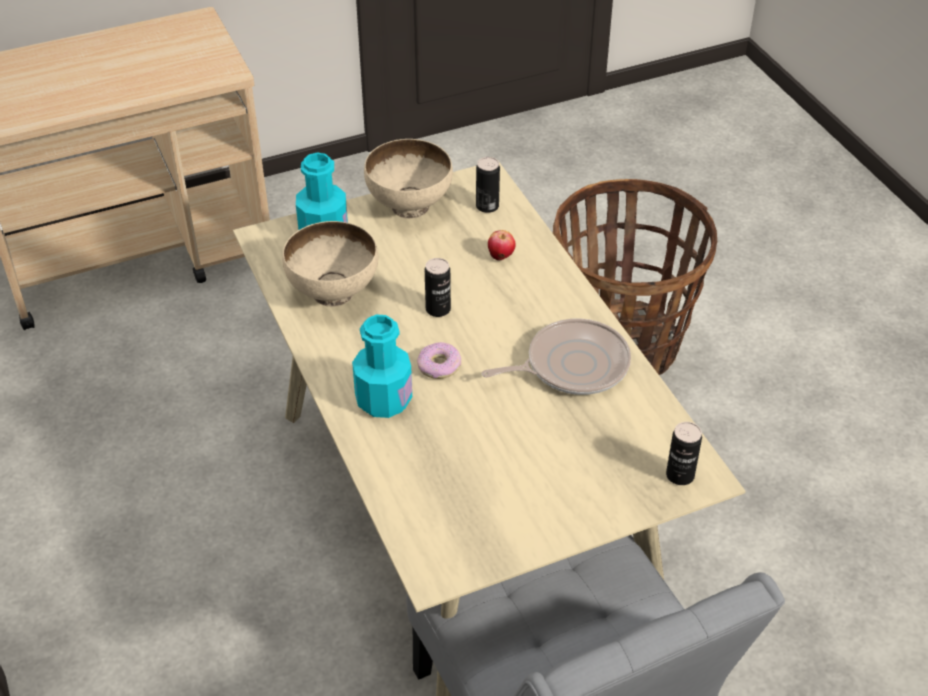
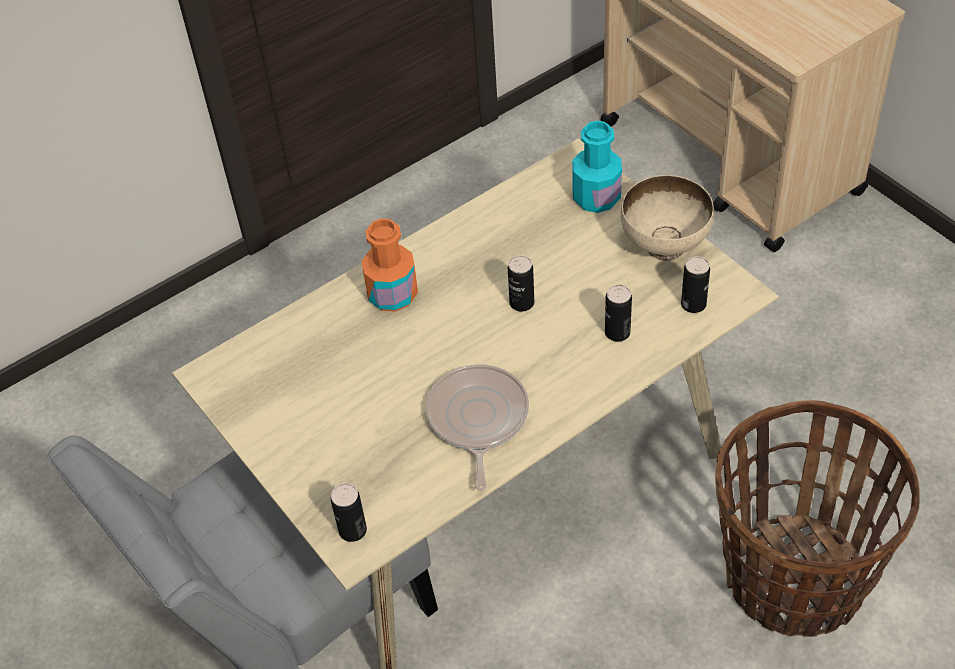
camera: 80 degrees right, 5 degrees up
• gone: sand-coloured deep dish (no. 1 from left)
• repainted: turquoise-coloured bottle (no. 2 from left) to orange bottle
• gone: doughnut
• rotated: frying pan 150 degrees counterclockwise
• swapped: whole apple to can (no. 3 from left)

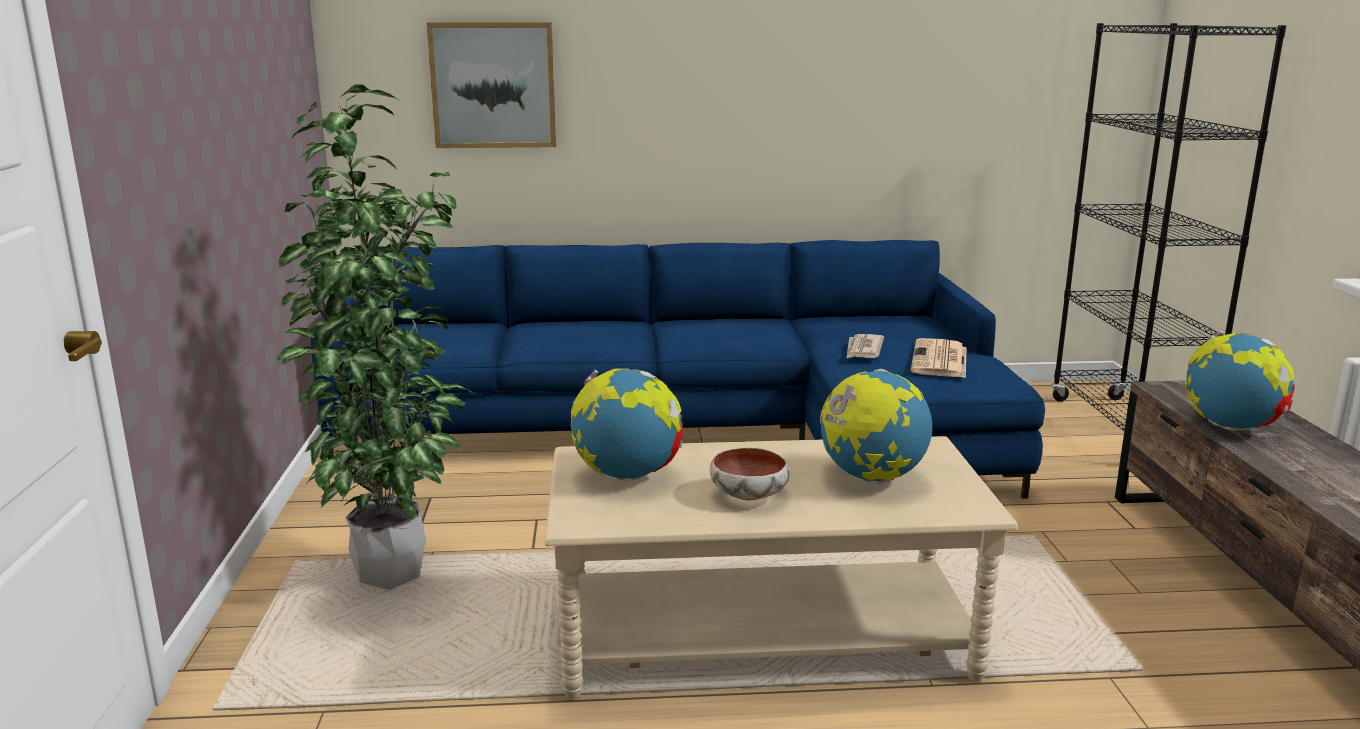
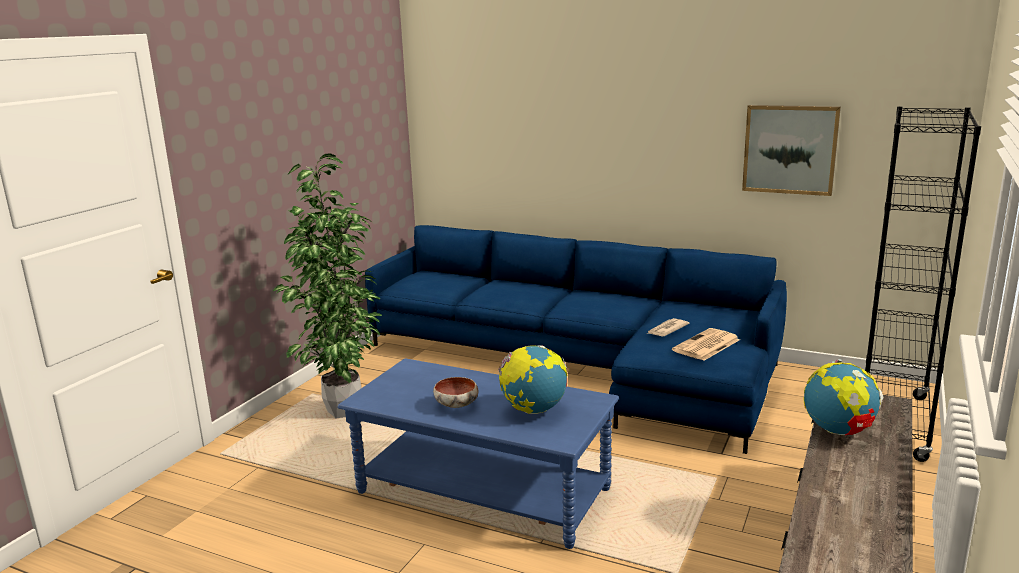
camera: 30 degrees right, 0 degrees up
• shifted: wall picture
• repainted: sand-coloured coffee table to blue-coloured coffee table
• gone: desk globe (no. 1 from left)

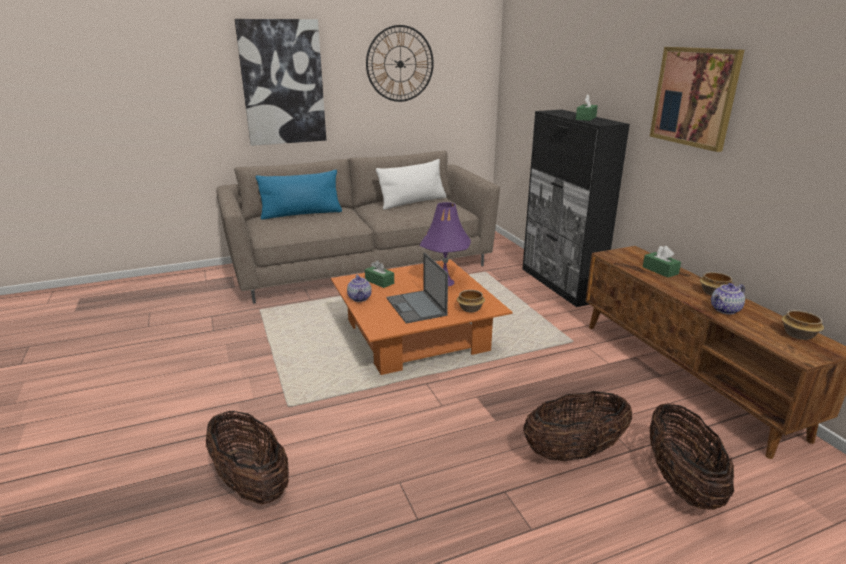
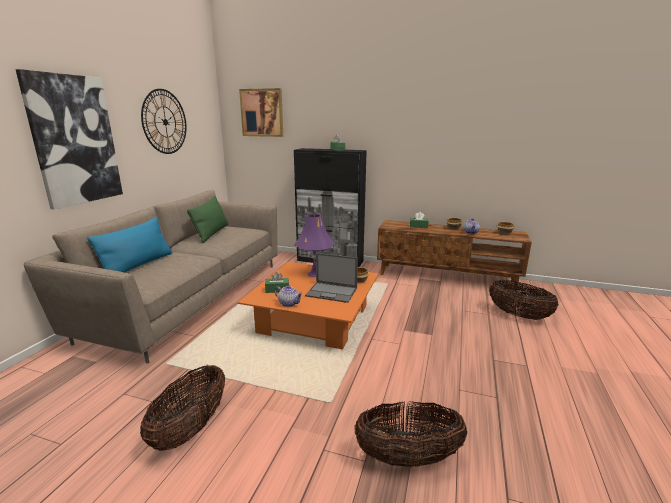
camera: 50 degrees left, 5 degrees down
• repainted: white-coloured pillow to greenish pillow
• shifted: household basket (no. 2 from left in the first image) to household basket (no. 1 from left)
• shifted: wall picture (no. 2 from left)

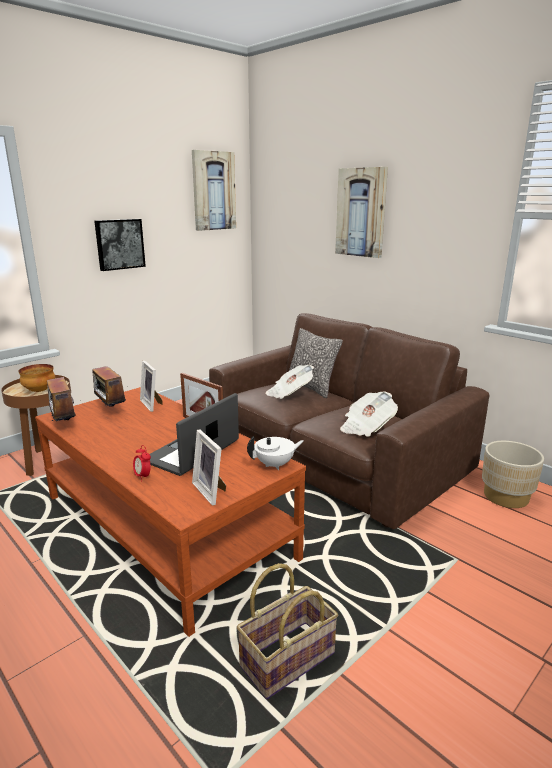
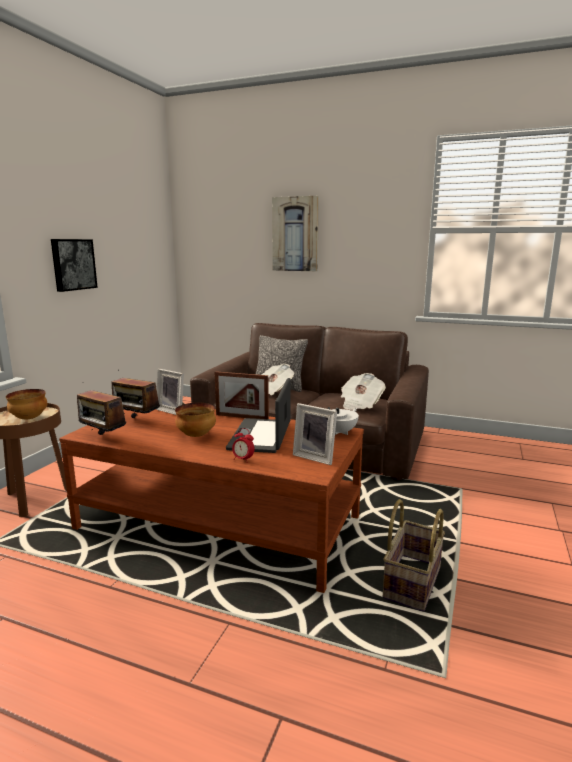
camera: 25 degrees left, 5 degrees down
• gone: wall picture (no. 2 from left)
• gone: sand-coloured flower pot
• new: deep dish (no. 2 from left)

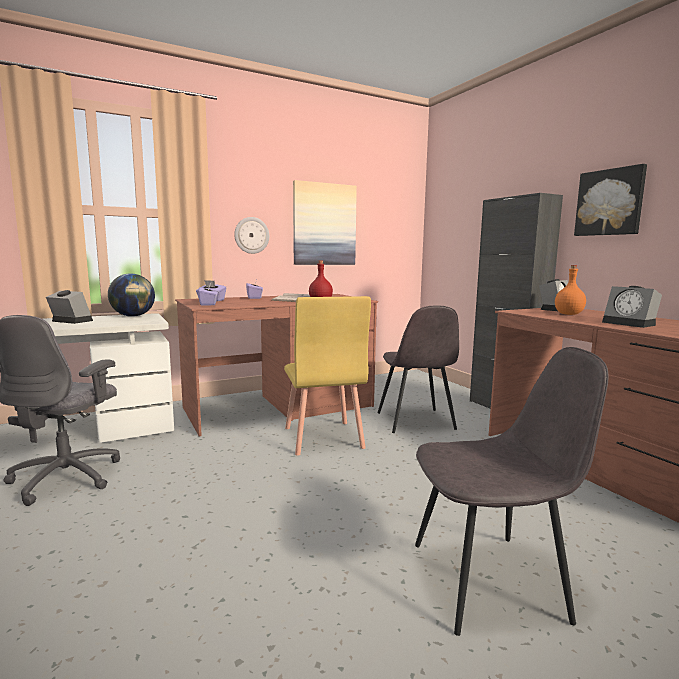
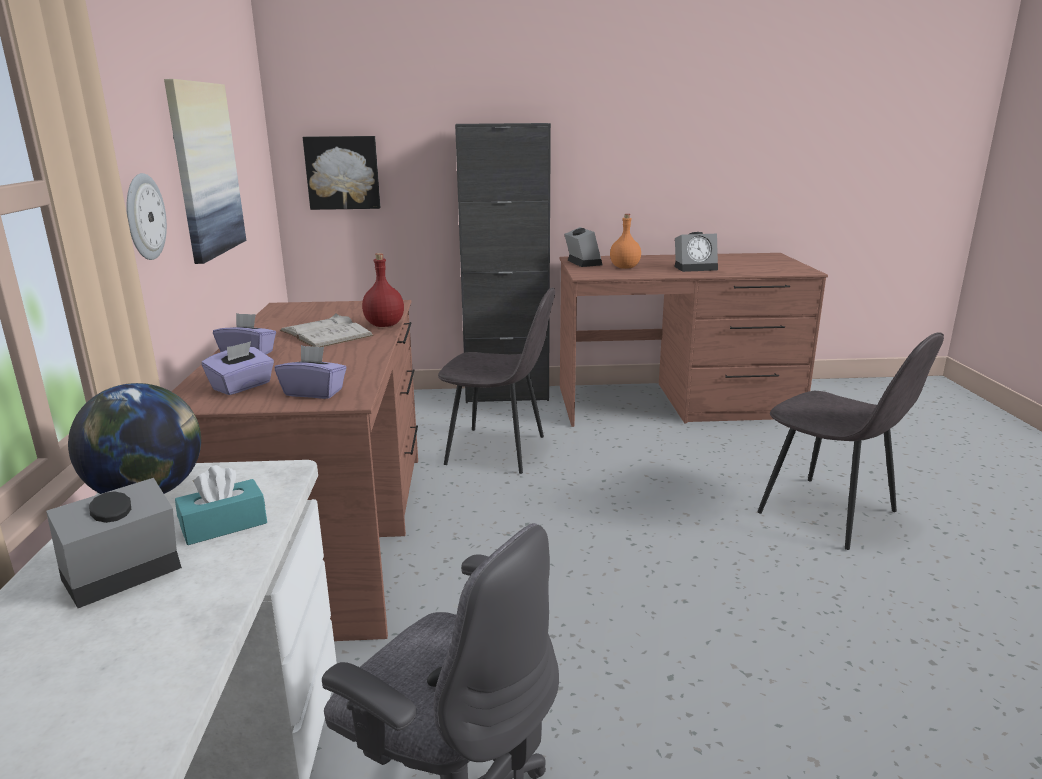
camera: 65 degrees left, 10 degrees up
• gone: yellow chair
• rotated: grey chair (no. 2 from left) 120 degrees clockwise
• shifted: wall picture (no. 2 from left)
• new: turquoise-coloured tissue box

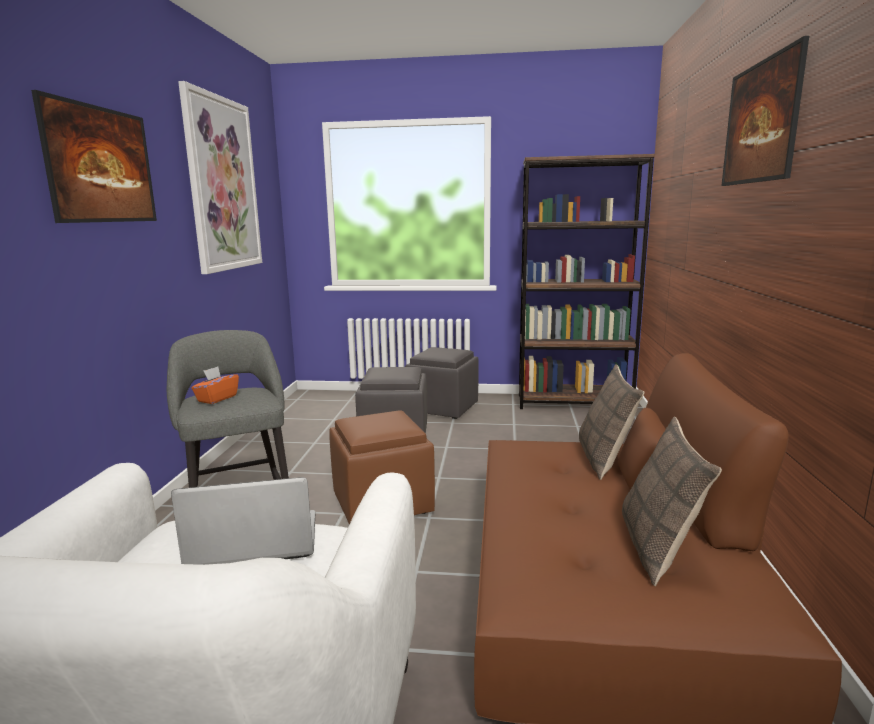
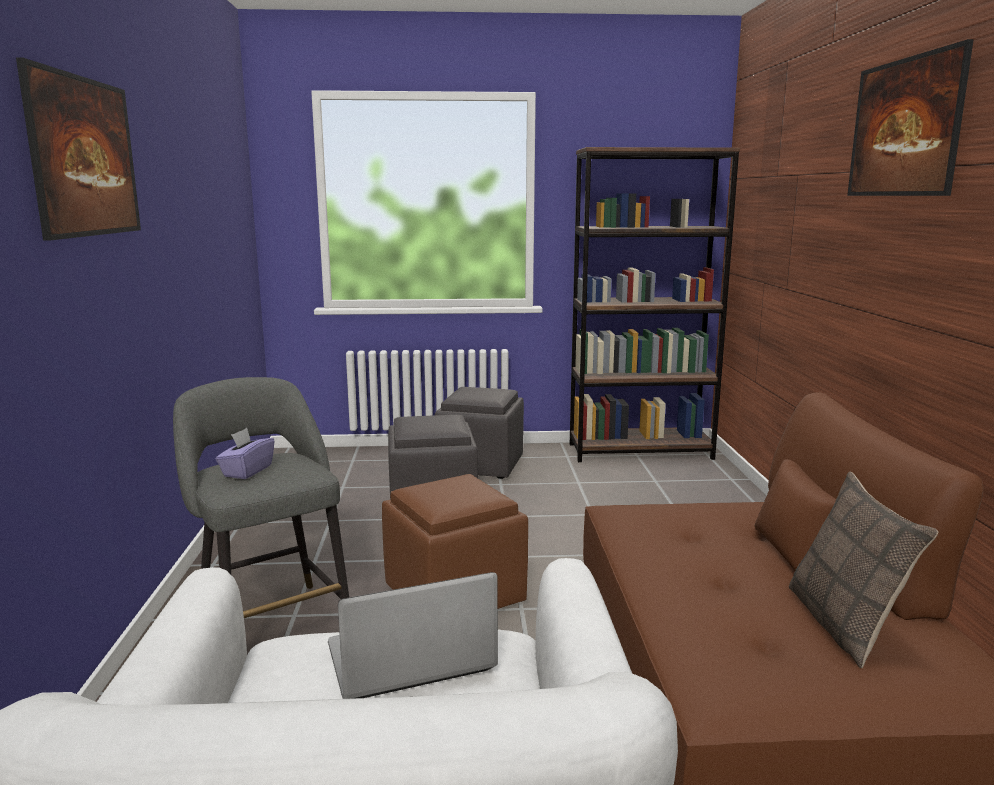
camera: 10 degrees left, 0 degrees up
• gone: wall picture (no. 2 from left)
• repainted: orange tissue box to purple-coloured tissue box
• gone: pillow (no. 1 from left)

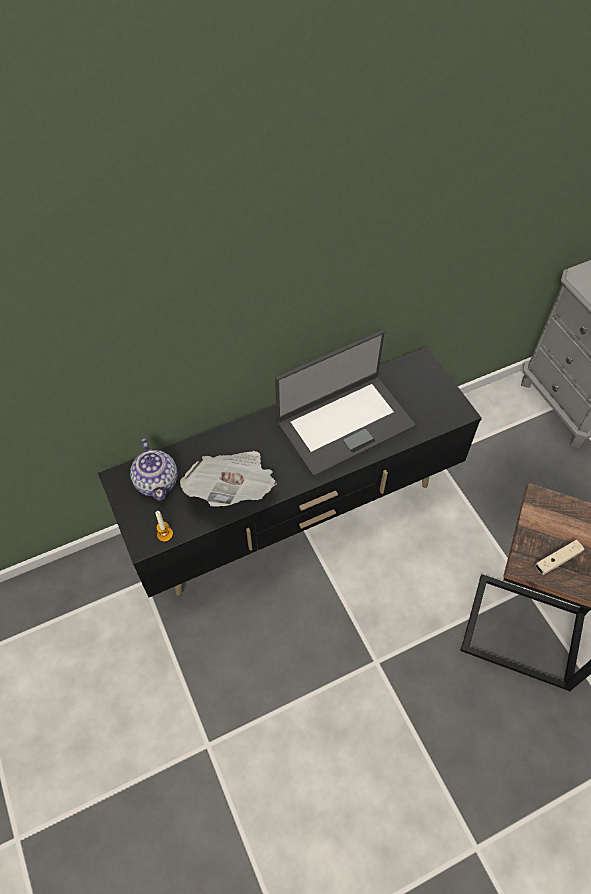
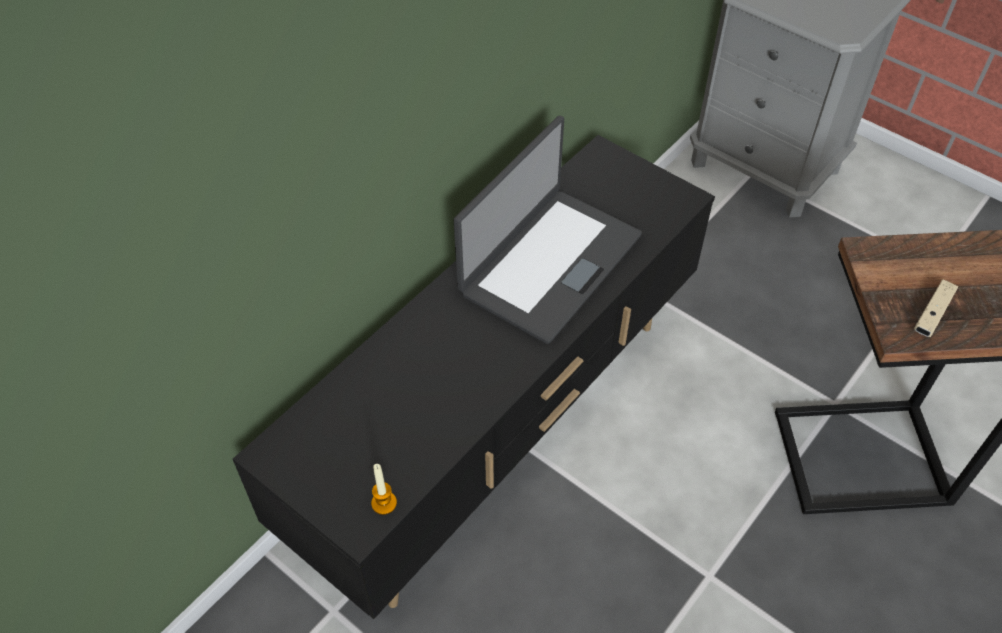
camera: 25 degrees left, 5 degrees down
• gone: teapot
• gone: printed paper

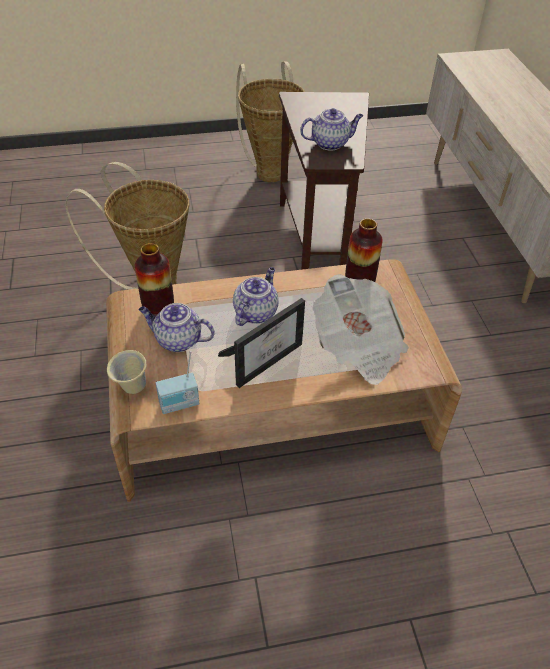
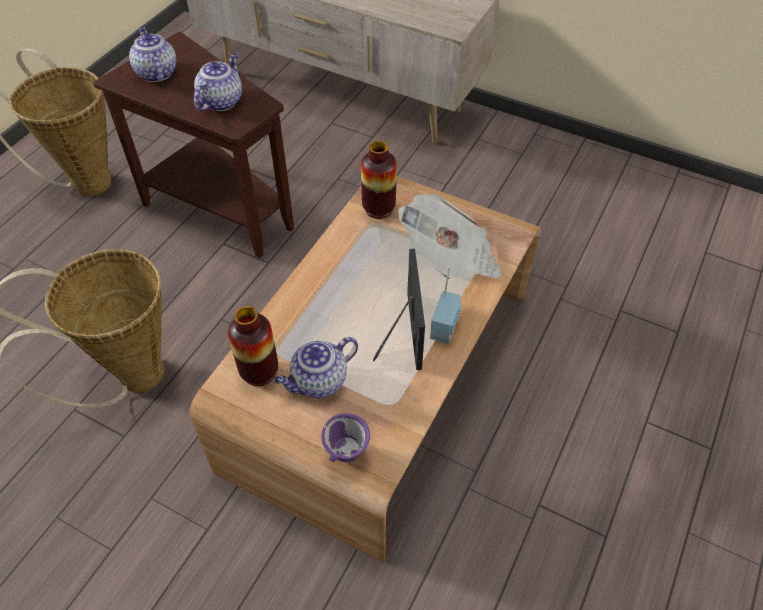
camera: 50 degrees left, 5 degrees up
• repainted: sand-coloured mug to purple-coloured mug
• shifted: radio
• shifted: teapot (no. 2 from left in the first image) to teapot (no. 1 from left)

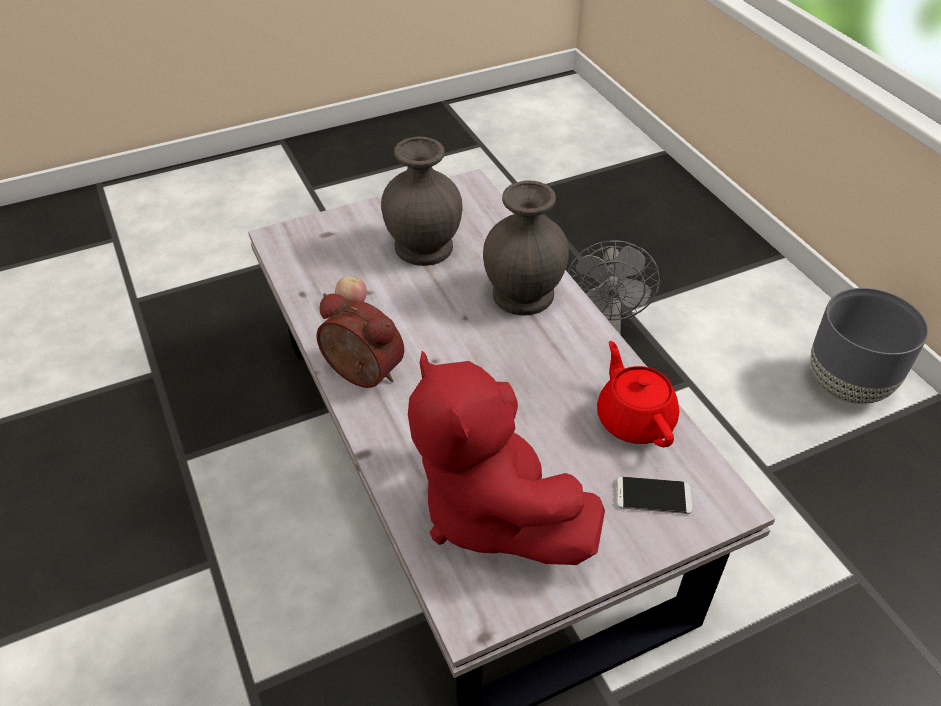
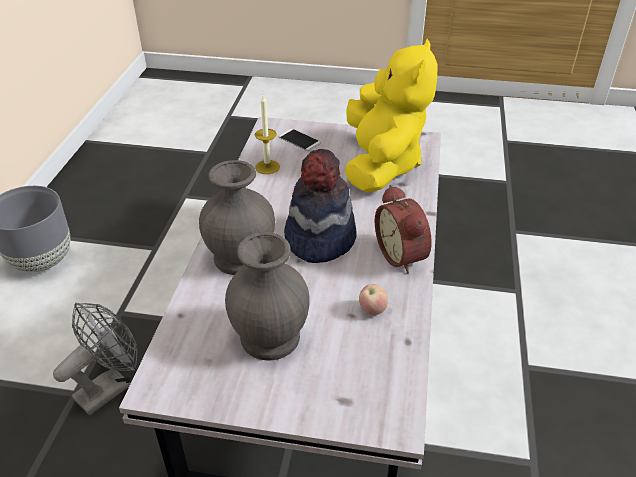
camera: 145 degrees left, 5 degrees down
• repainted: red plush toy to yellow plush toy
• swapped: red teapot to wax candle
• new: wearable hat

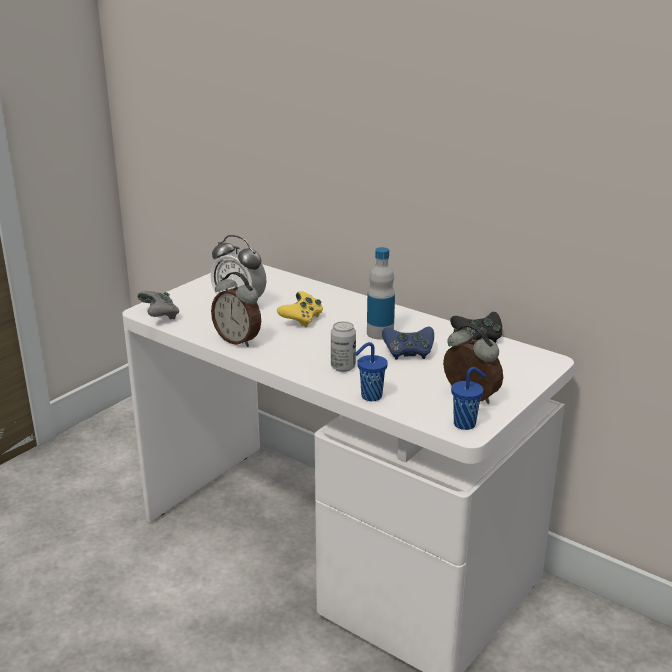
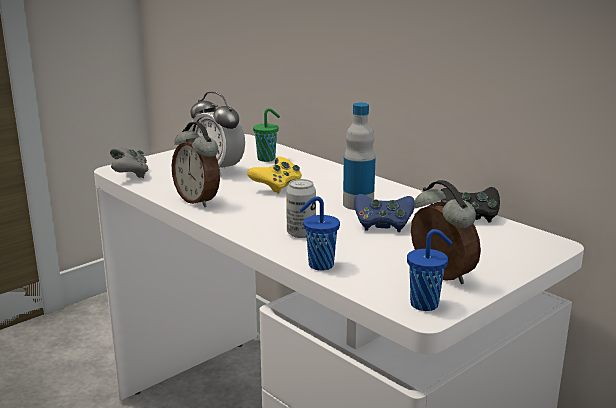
camera: 10 degrees right, 5 degrees down
• new: greenish small cup

